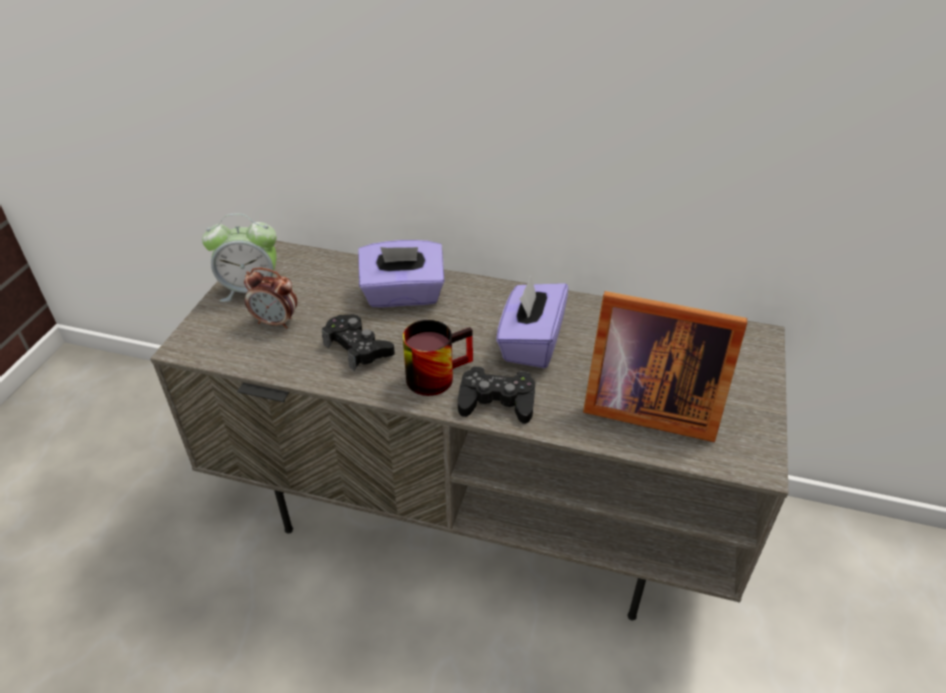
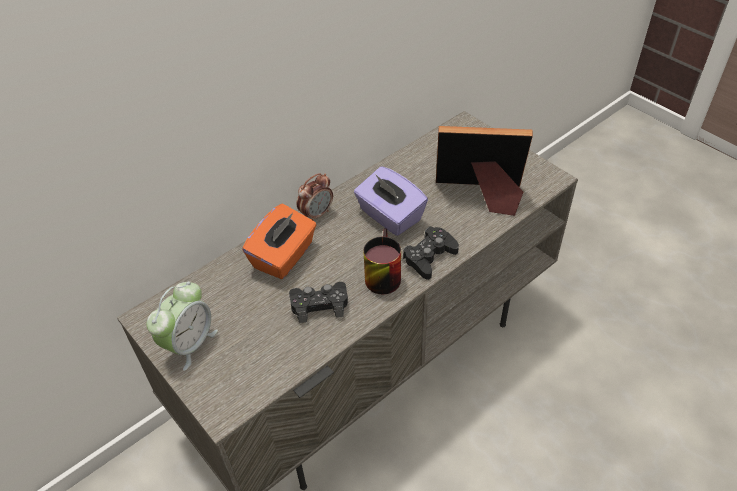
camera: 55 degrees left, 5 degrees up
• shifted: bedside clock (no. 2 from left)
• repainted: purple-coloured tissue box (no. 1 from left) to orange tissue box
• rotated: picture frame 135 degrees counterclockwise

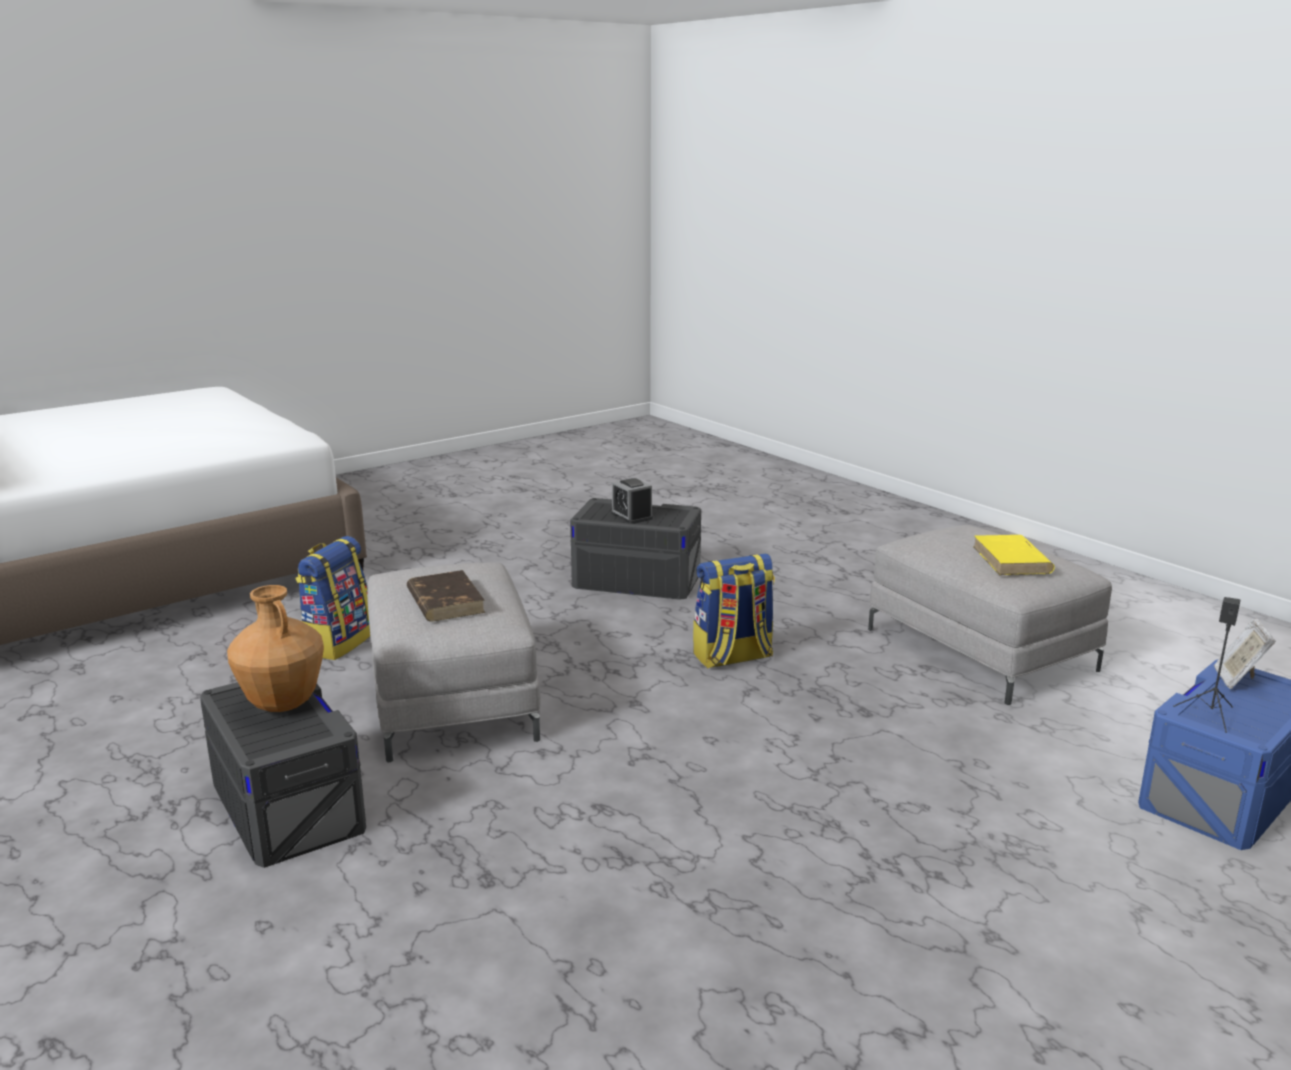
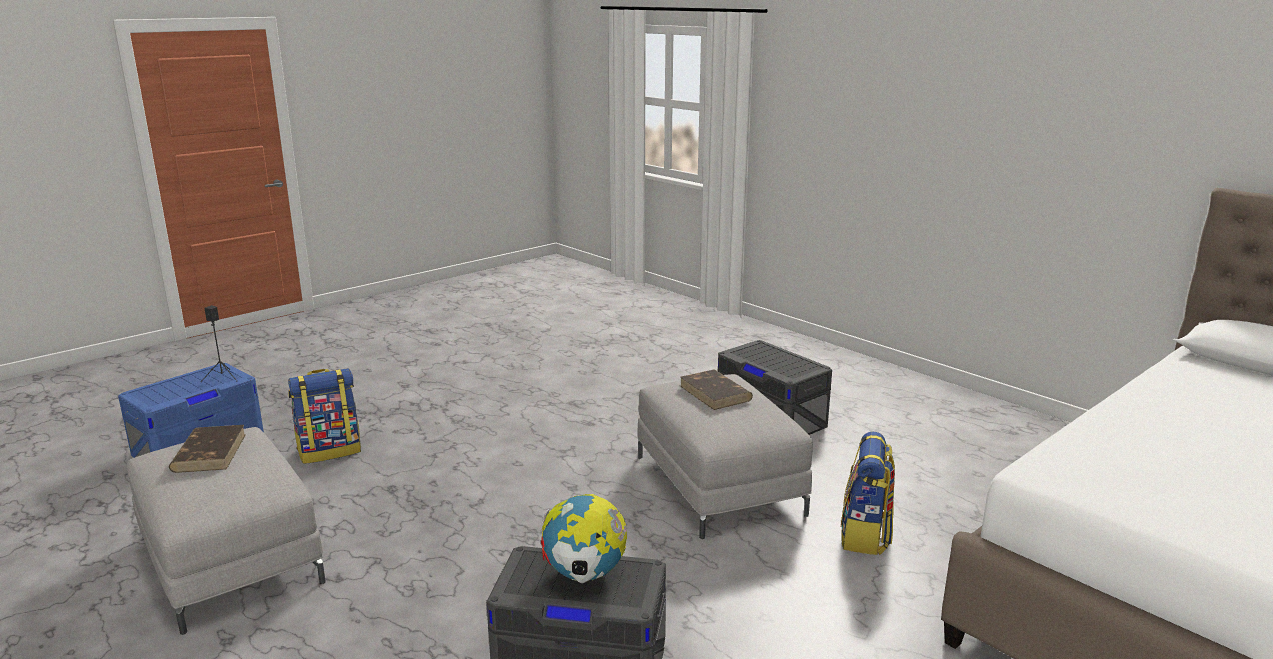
camera: 175 degrees right, 0 degrees up
• gone: brownish vase
• swapped: bedside clock to desk globe
• shifted: backpack (no. 2 from left in the first image) to backpack (no. 1 from left)
• repainted: yellow bound book to brownish bound book (no. 1 from left)
• gone: picture frame

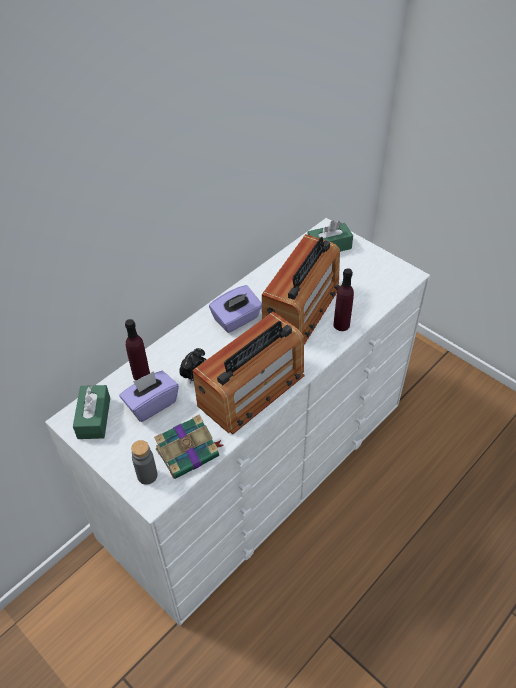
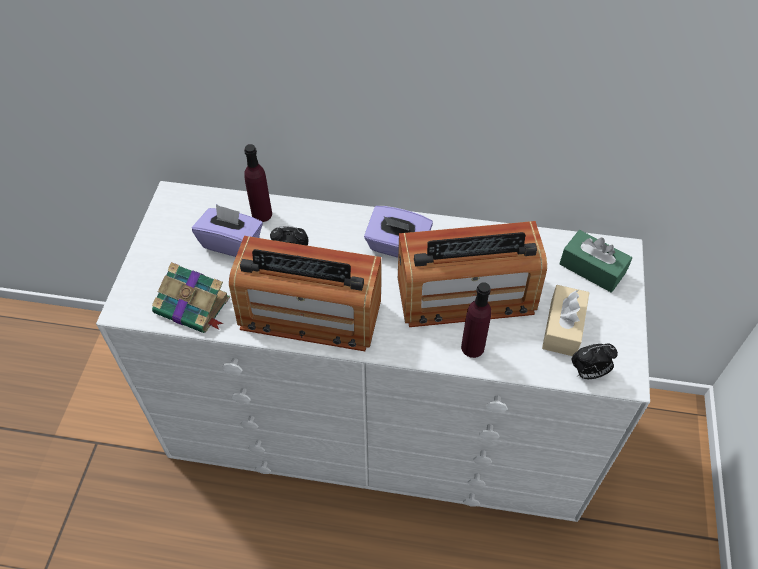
camera: 55 degrees right, 5 degrees up
• gone: greenish tissue box (no. 1 from left)
• gone: grey bottle
• new: sand-coloured tissue box
• new: bedside clock (no. 2 from left)

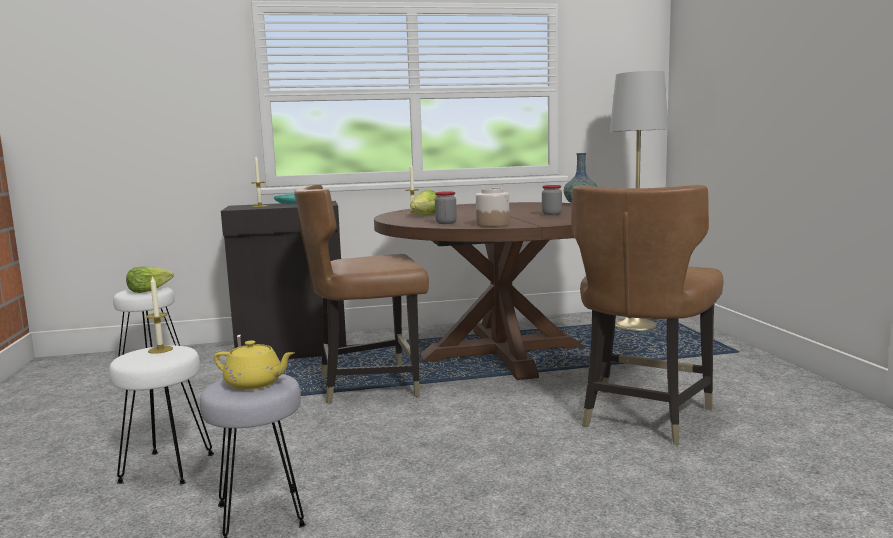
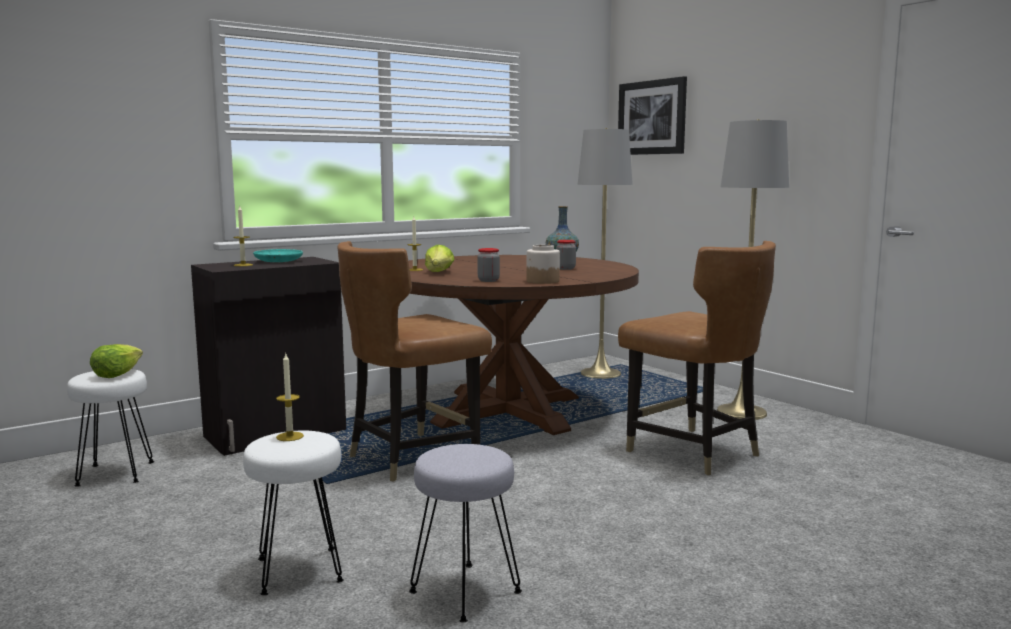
camera: 25 degrees left, 0 degrees up
• gone: yellow teapot
• rotated: brownish chair (no. 2 from left) 45 degrees counterclockwise
• new: wall picture
• new: grey floor lamp (no. 2 from left)

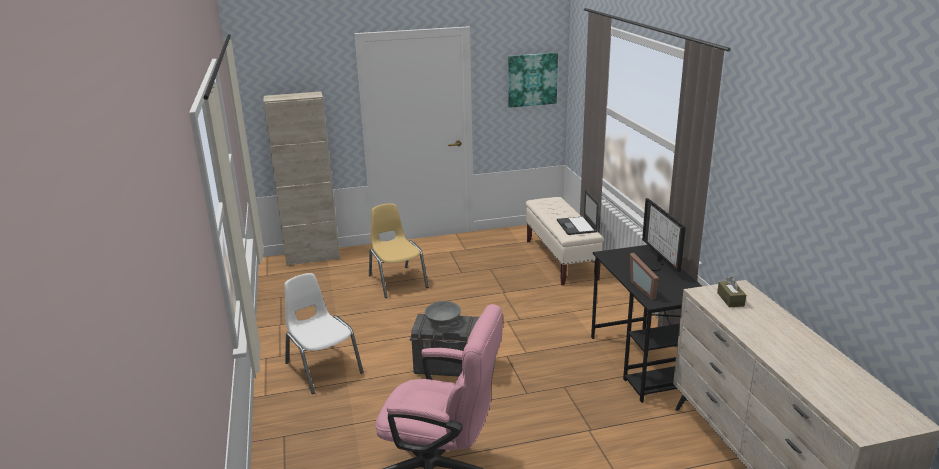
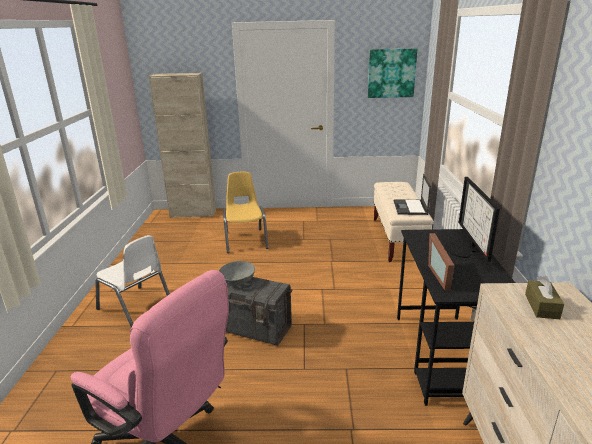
camera: 15 degrees right, 0 degrees up
• rotated: white-coloured chair 150 degrees clockwise

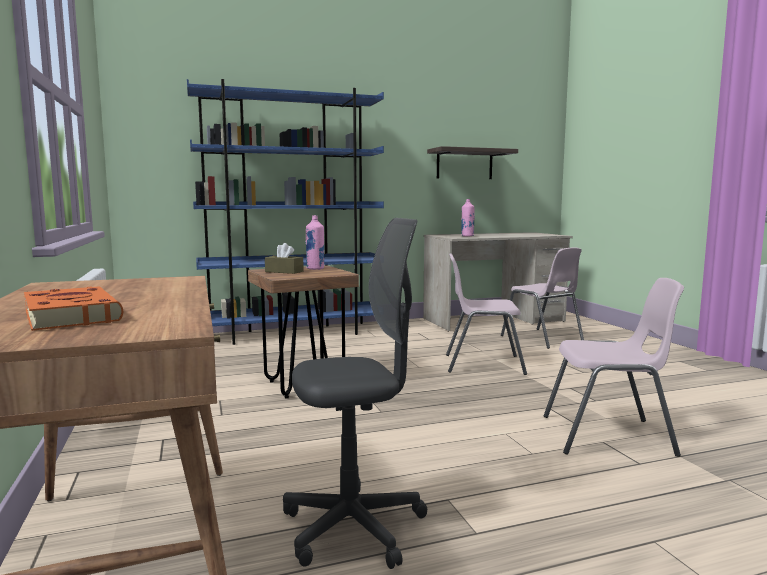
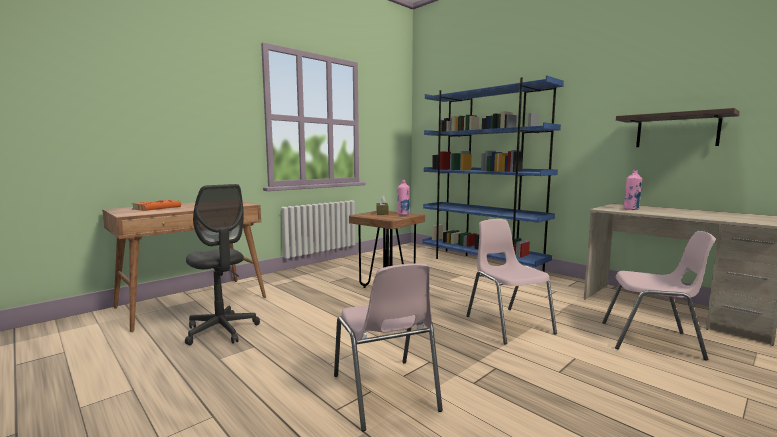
camera: 65 degrees right, 0 degrees up
• rotated: pink chair (no. 2 from left in the first image) 105 degrees counterclockwise

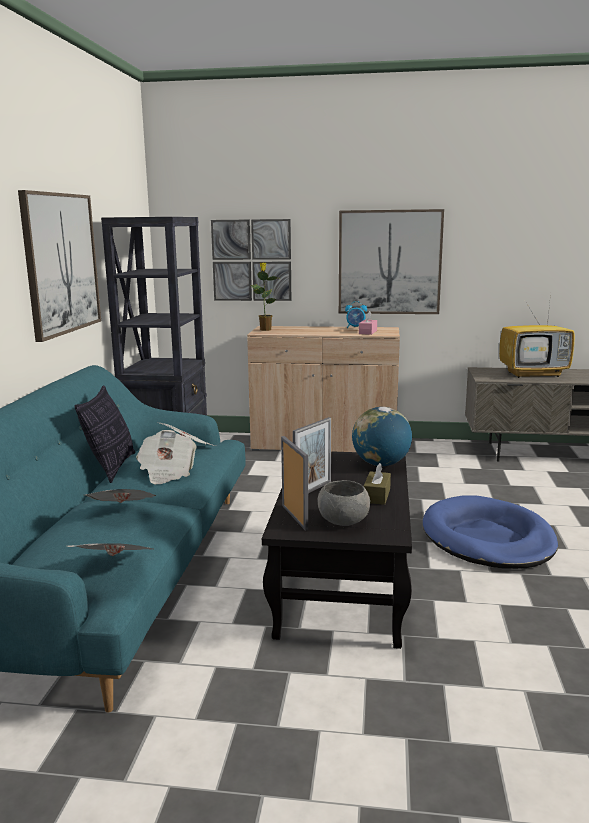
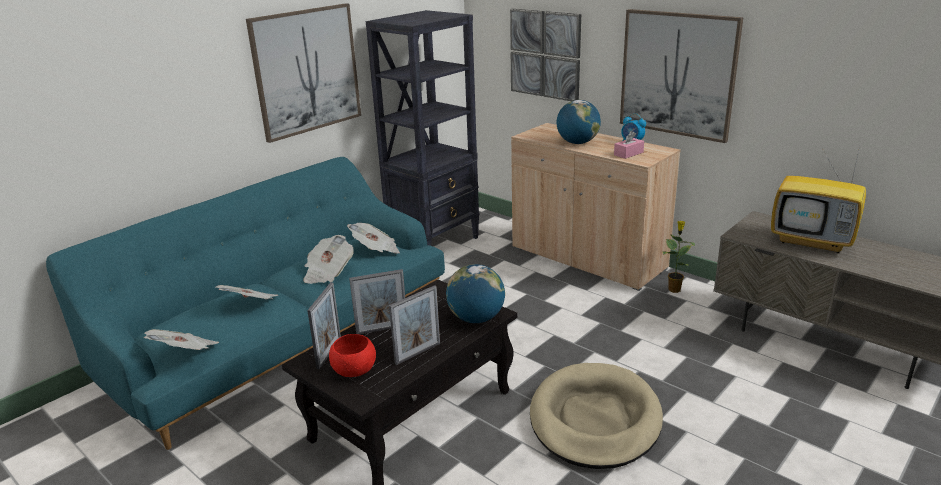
camera: 35 degrees right, 10 degrees up
• gone: pillow
• shifted: houseplant
• repainted: grey deep dish to red deep dish
• swapped: brownish tissue box to picture frame (no. 3 from left)
• repainted: blue-coloured dog cushion to sand-coloured dog cushion
• new: desk globe (no. 2 from left)

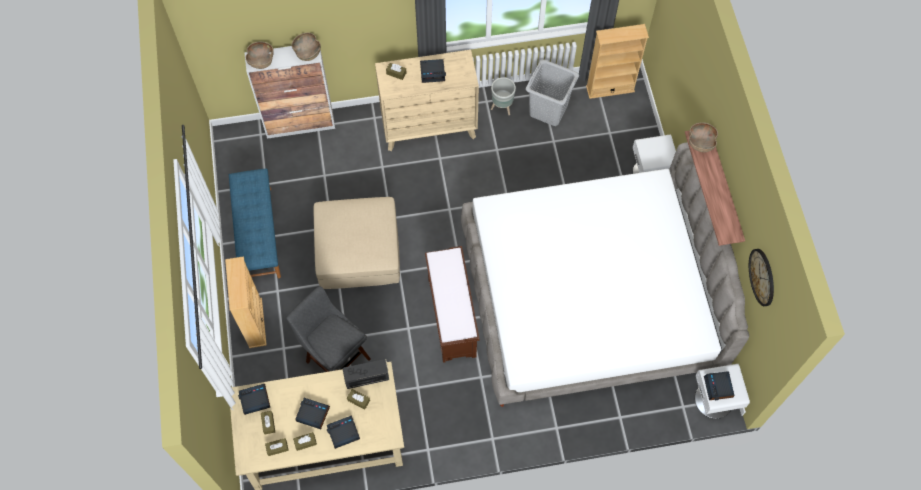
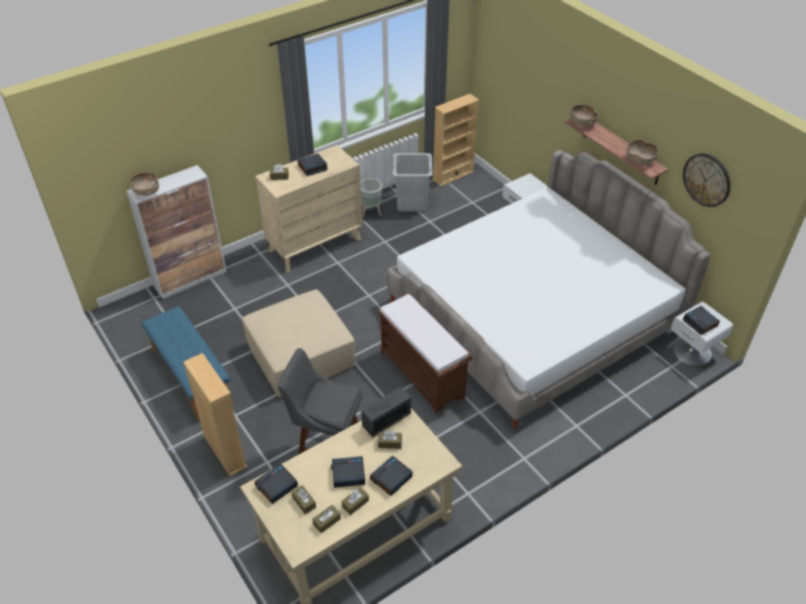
camera: 25 degrees left, 20 degrees down
• shifted: brownish deep dish (no. 2 from left in the first image) to brownish deep dish (no. 3 from left)

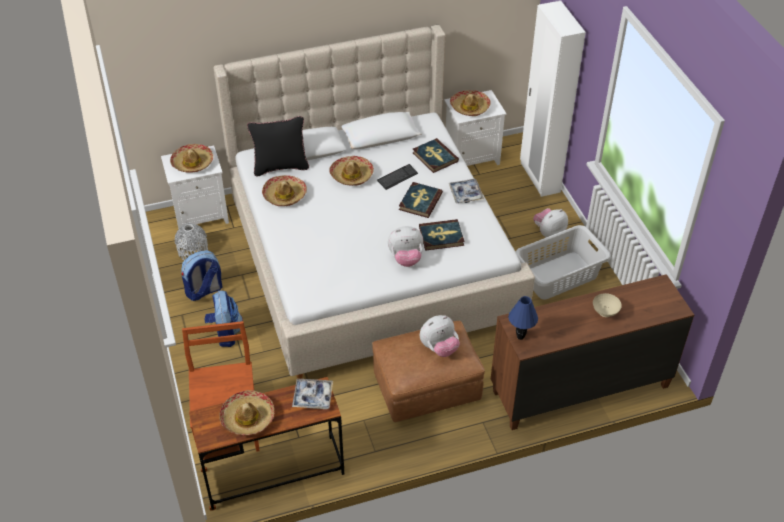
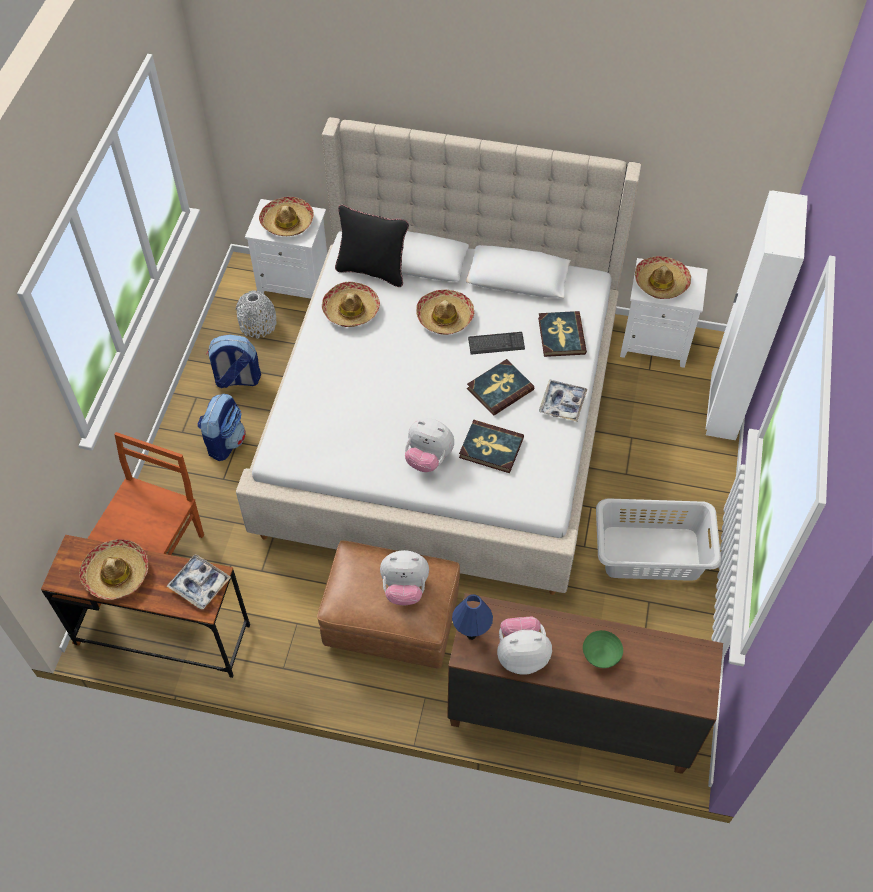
camera: 30 degrees right, 10 degrees up
• shifted: plush toy (no. 3 from left)
• repainted: sand-coloured deep dish to greenish deep dish

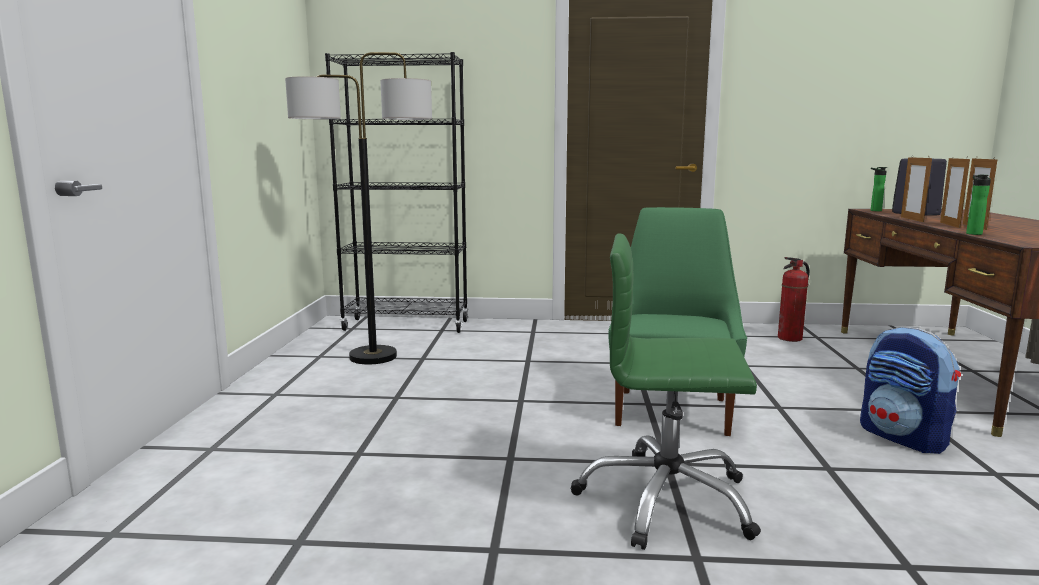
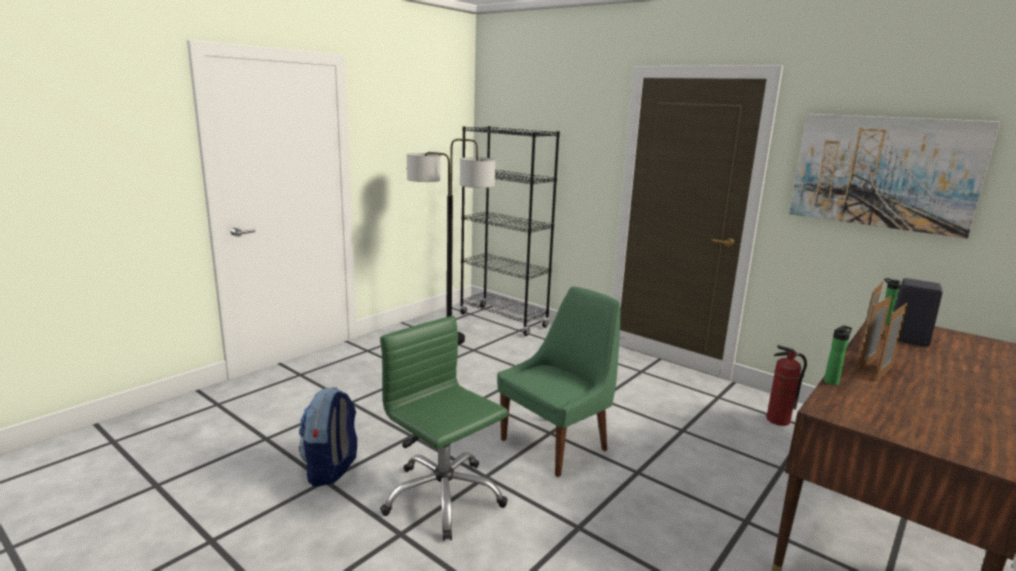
camera: 35 degrees right, 5 degrees up
• shifted: backpack
• new: wall picture

